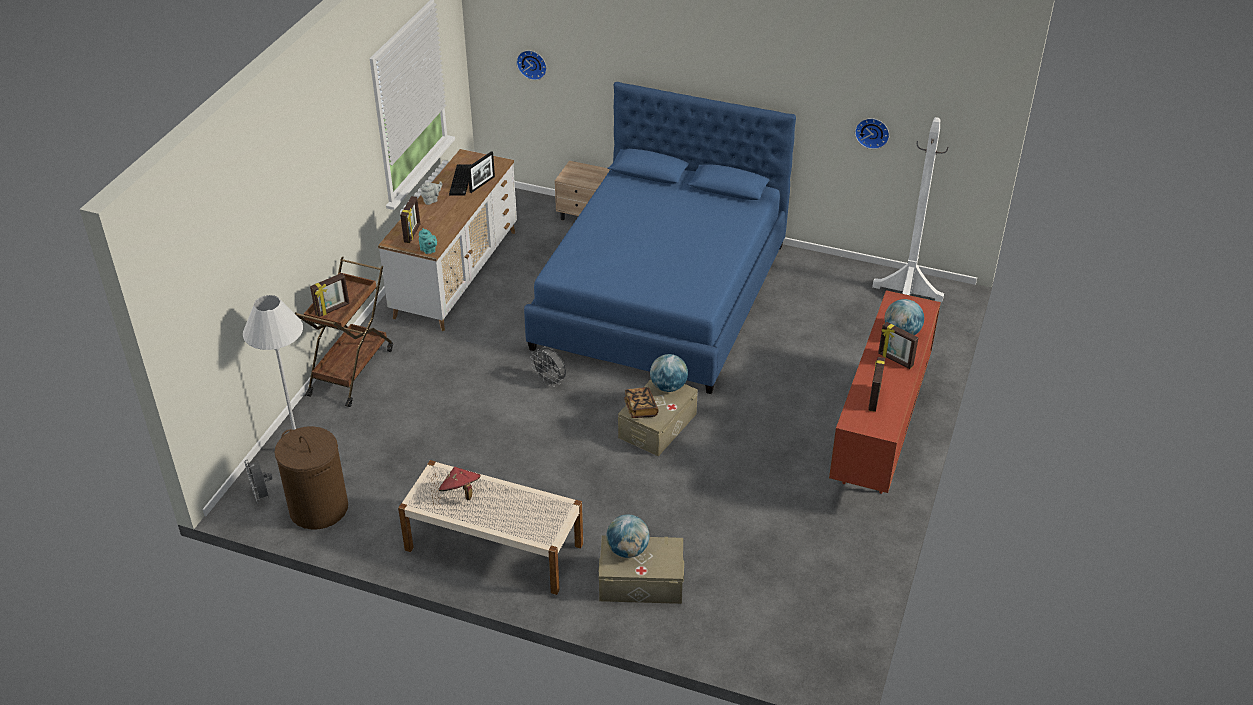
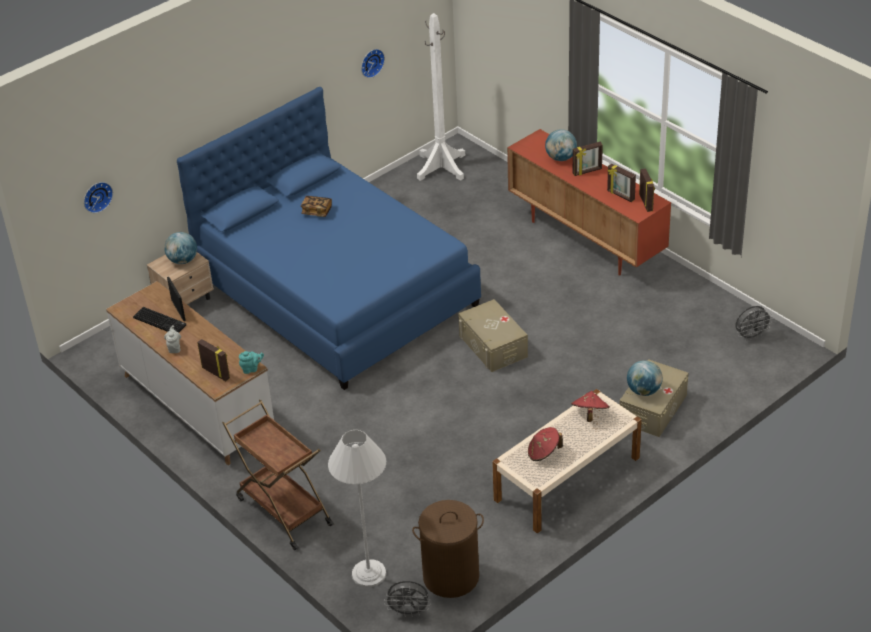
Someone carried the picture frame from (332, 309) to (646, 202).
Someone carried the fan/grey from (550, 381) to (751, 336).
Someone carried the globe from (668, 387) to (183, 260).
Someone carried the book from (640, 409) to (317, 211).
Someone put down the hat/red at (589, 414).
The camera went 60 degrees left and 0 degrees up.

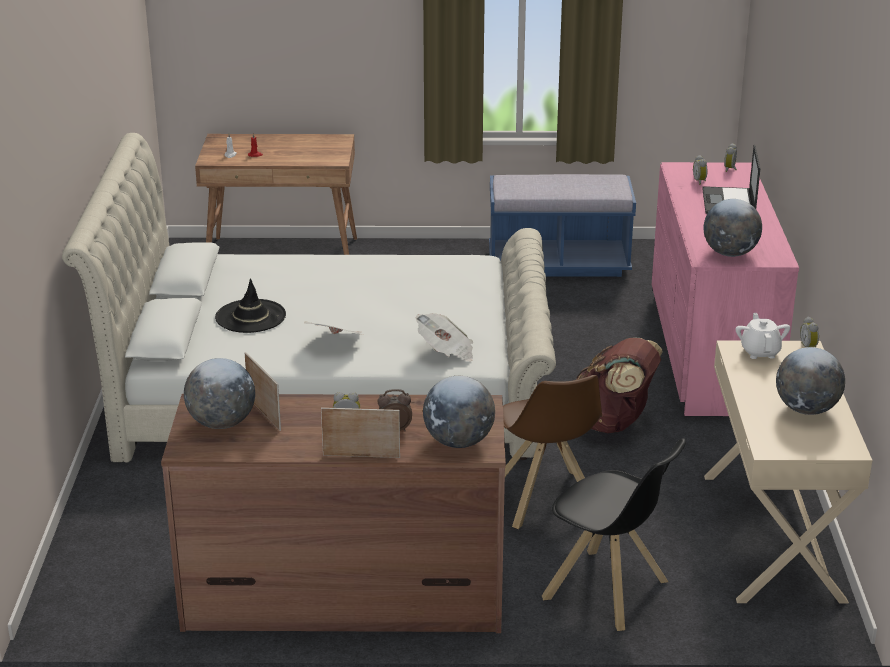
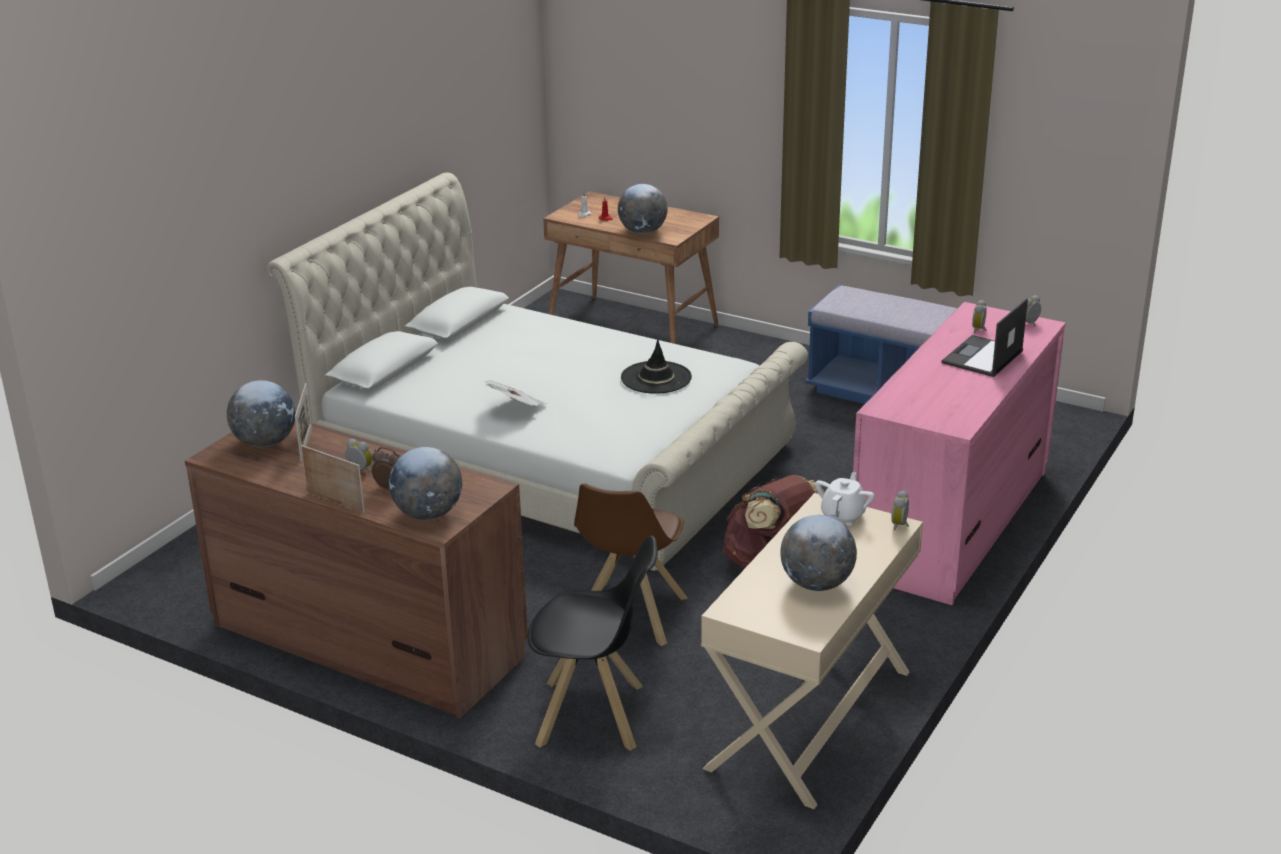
Someone carried the globe from (730, 253) to (642, 232).
Someone carried the hat/black from (250, 316) to (656, 378).
Someone took away the newspaper at (446, 351).
Someone rotated the chair/black at (608, 591) by 60 degrees counterclockwise.
The camera went 30 degrees right and 0 degrees up.

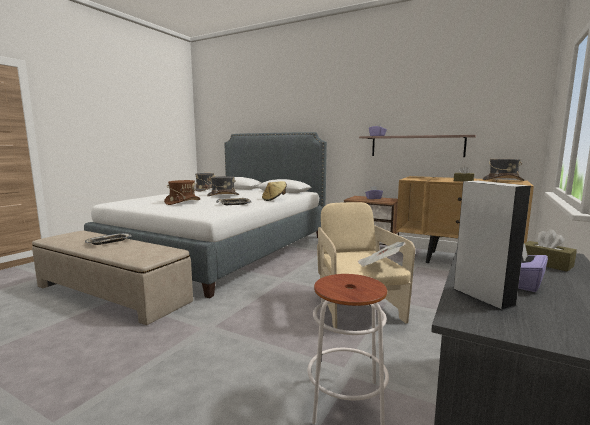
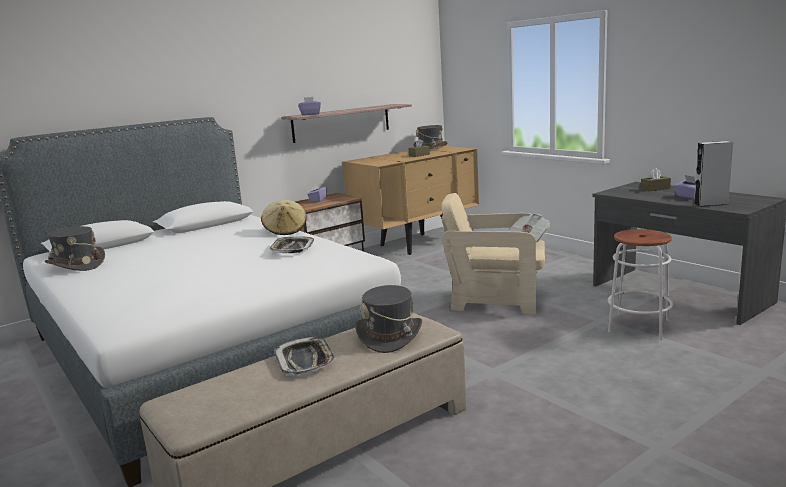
Someone carried the hat/grey from (223, 195) to (390, 336).
Someone took away the hat/brown at (182, 202).
The camera went 65 degrees left and 5 degrees up.

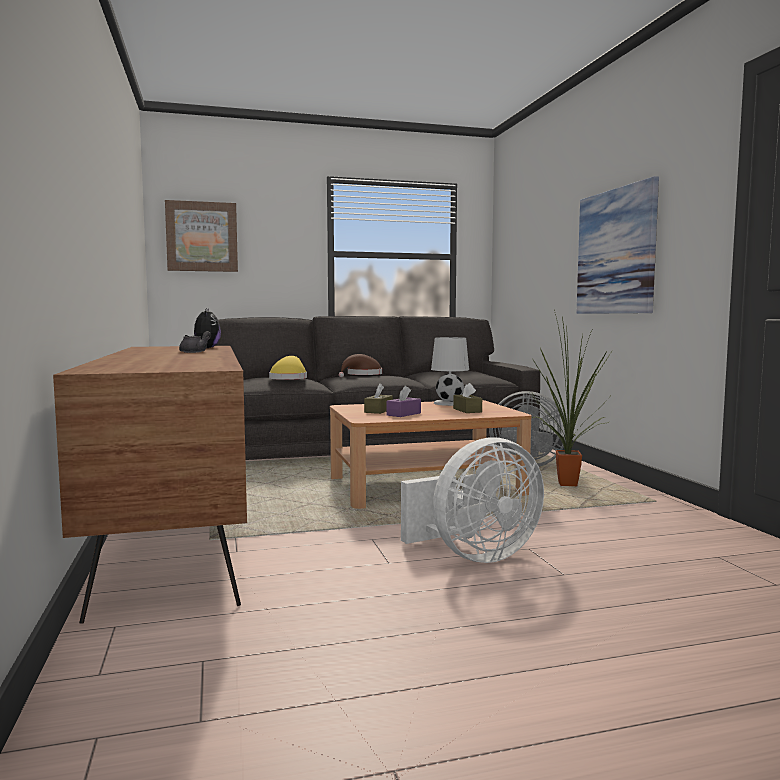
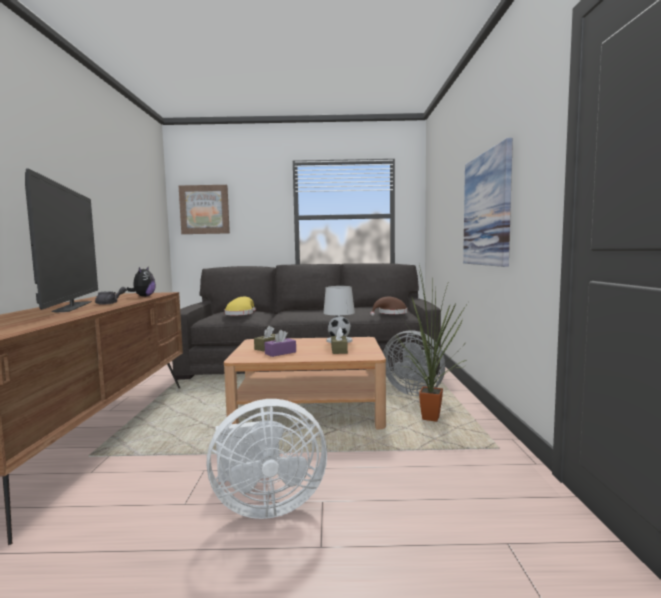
Someone carried the hat/brown from (362, 375) to (390, 313).
Someone put down the television at (73, 307).
The camera went 15 degrees right and 0 degrees up.

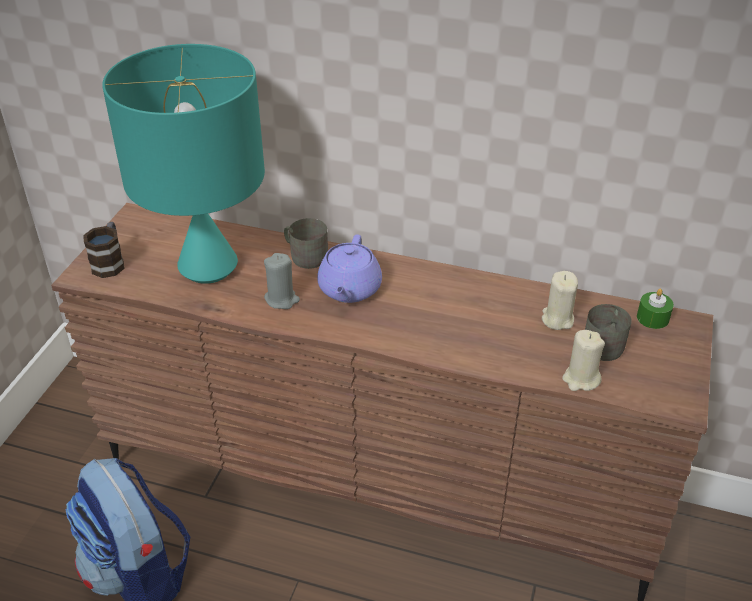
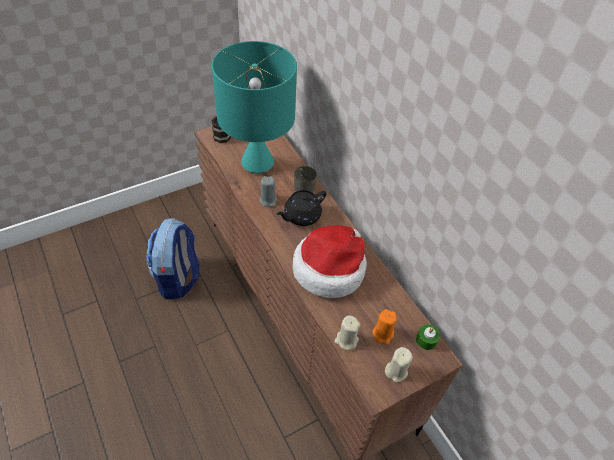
Someone repainted the teapot/purple at (349, 289), which became the teapot/black at (301, 216).
Someone carried the candle/beige from (557, 319) to (396, 371).
Someone swapped the mug/grey at (606, 344) for the candle/orange at (383, 334).
Someone put down the hat at (329, 268).
The camera went 40 degrees right and 10 degrees up.

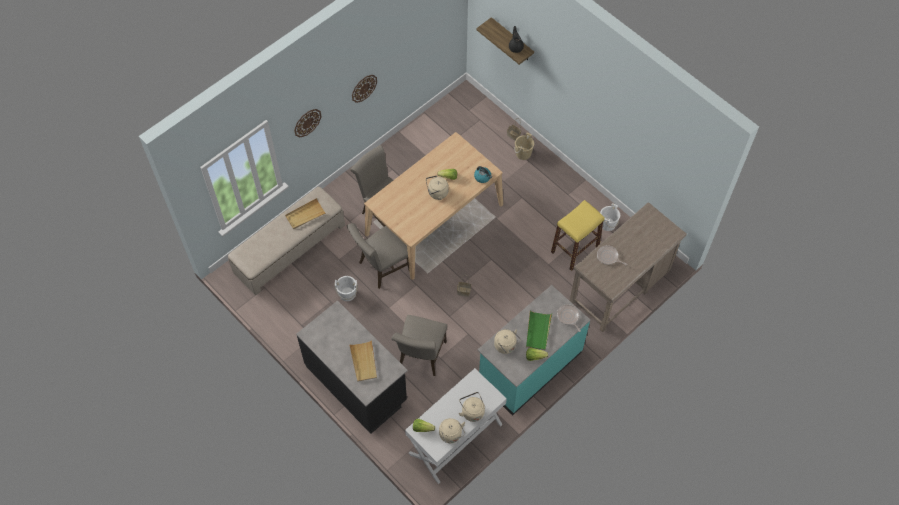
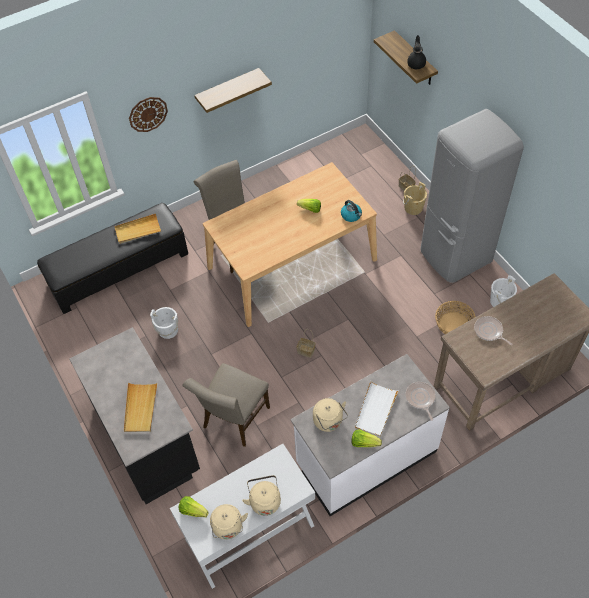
Someone swapped the wall clock at (364, 88) for the shelf at (228, 90).
Someone took away the kettle/beige at (437, 193).
Someone repainted the bench/beige at (289, 247), which became the bench/black at (119, 268).
Someone swapped the stool/yellow at (575, 249) for the basket at (453, 324).
Someone took away the chair/beige at (381, 268).
Someone repainted the counter/turquoise at (529, 366), which became the counter/white at (365, 457).
Someone repainted the tray/green at (538, 331), which became the tray/white at (376, 410).
Someone put down the fridge/grey at (454, 256).
The camera went 15 degrees right and 5 degrees down.

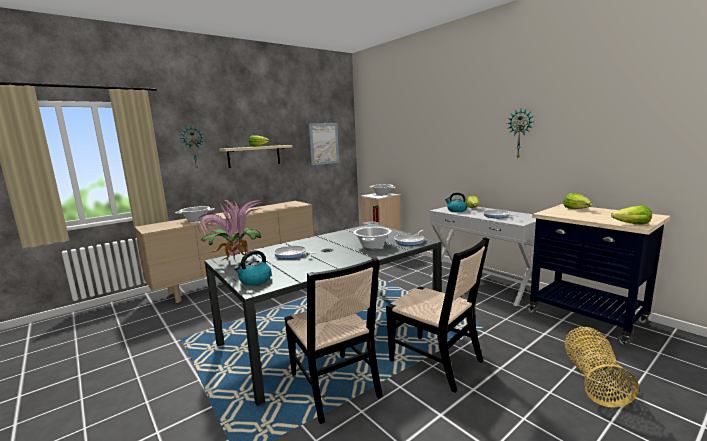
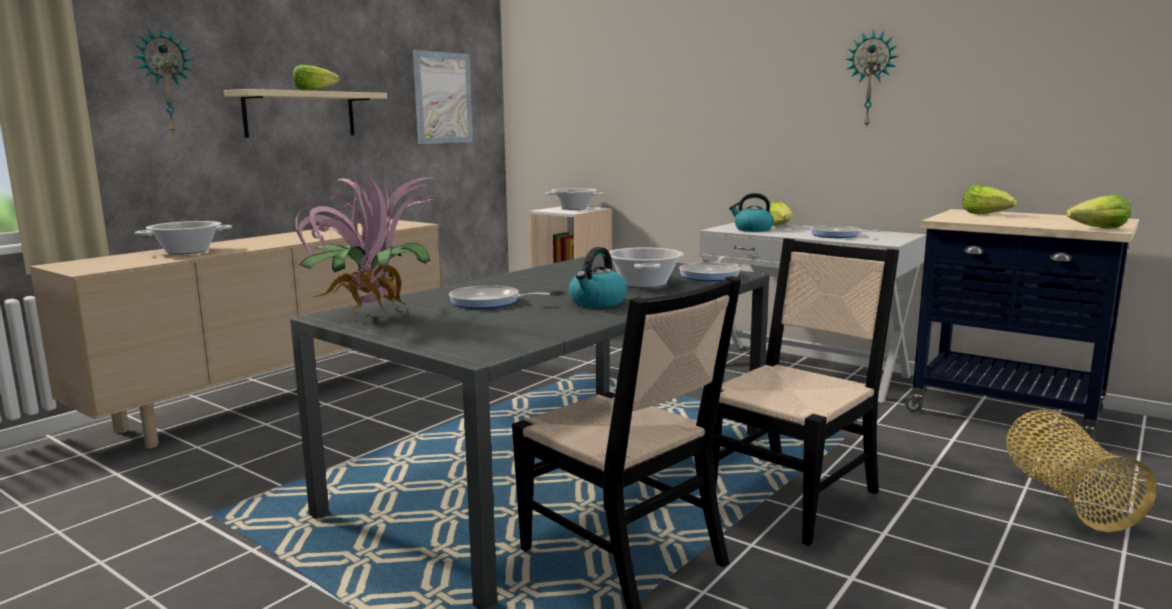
Someone rotated the chair at (435, 361) by 75 degrees counterclockwise.
Someone carried the kettle from (255, 280) to (597, 302).
The camera went 15 degrees left and 0 degrees up.

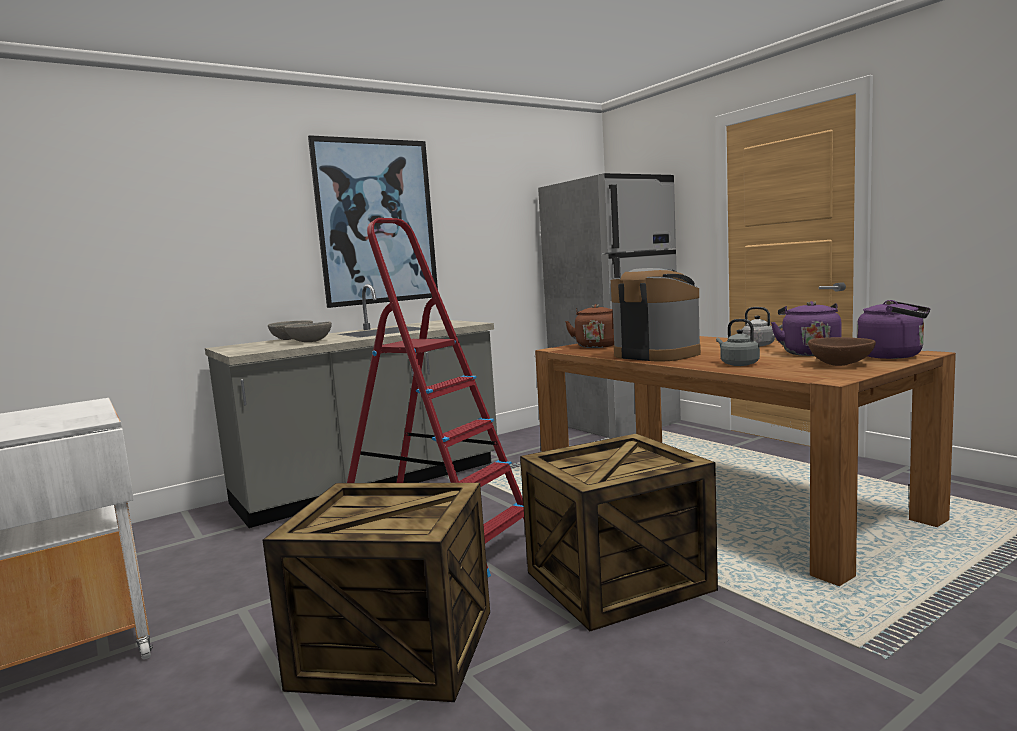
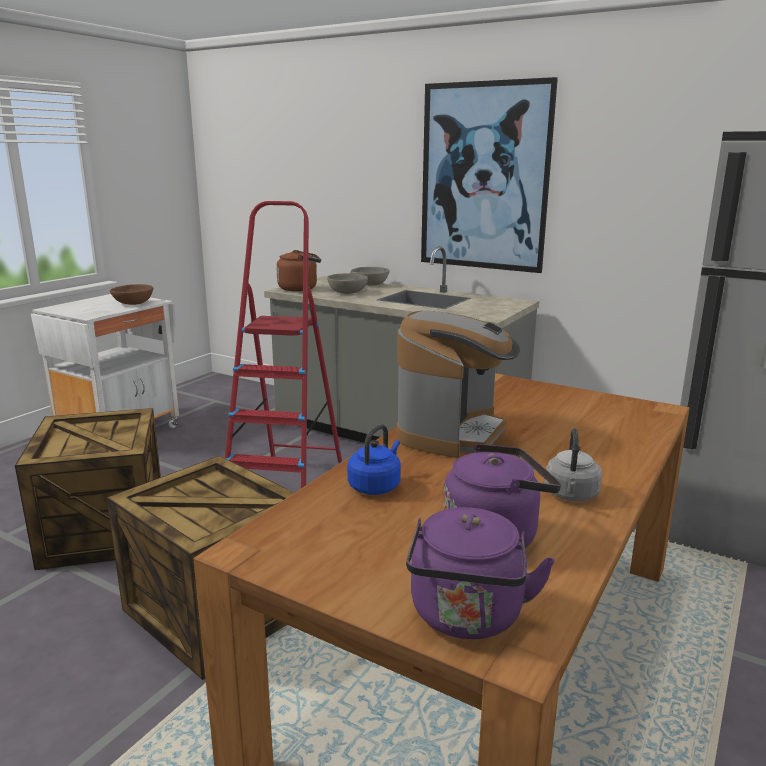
Someone carried the kettle/brown from (596, 346) to (300, 288).
Someone repainted the kettle/grey at (737, 364), which became the kettle/blue at (376, 486).
Someone carried the bowl/brown from (840, 364) to (133, 304).
The camera went 65 degrees right and 10 degrees up.

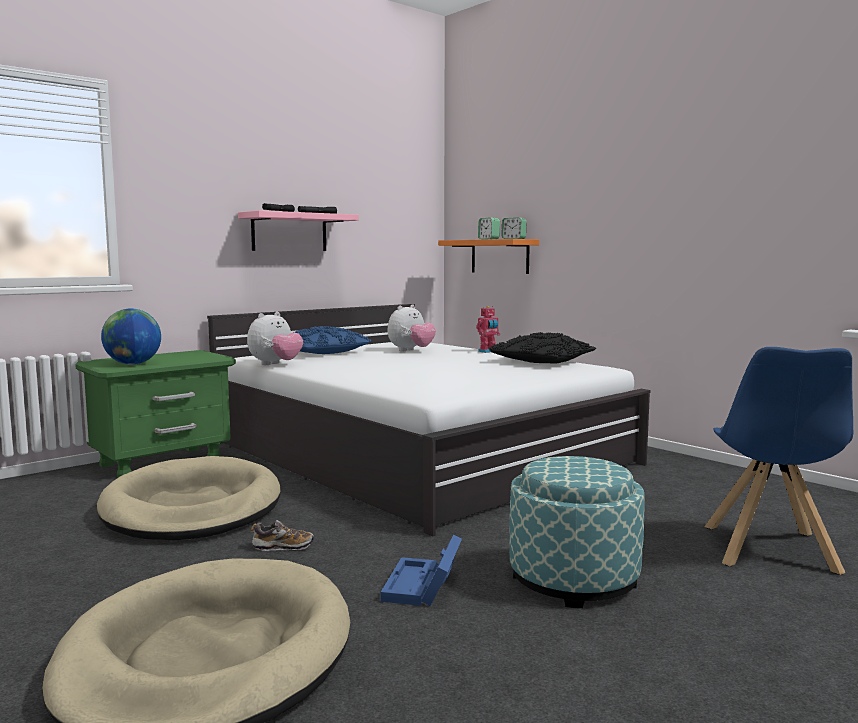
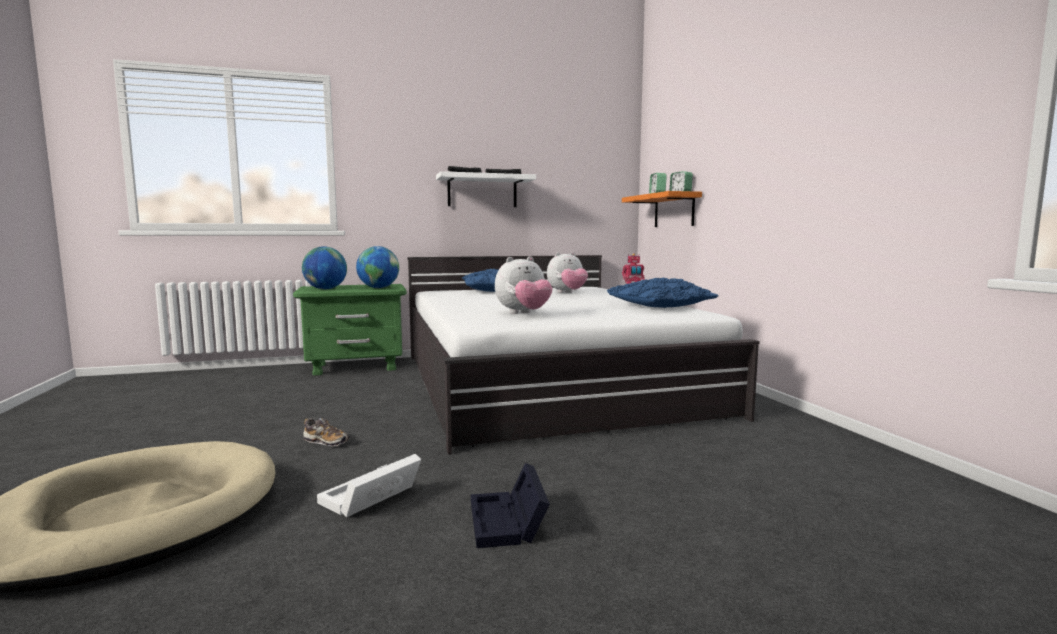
Someone repainted the shelf/pink at (289, 232), which became the shelf/white at (482, 191).
Someone carried the plush toy from (275, 364) to (523, 313).
Someone repainted the pillow/black at (542, 362), which became the pillow/blue at (660, 306).
Someone took away the chair/blue at (771, 552).
Someone took away the dog bed/beige at (192, 507).
Someone swapped the ottoman at (574, 579) for the storage box/black at (508, 523).
Someone repainted the storage box/blue at (423, 587), which became the storage box/white at (369, 498).
Someone put down the globe at (378, 288).
The camera went 25 degrees right and 0 degrees up.

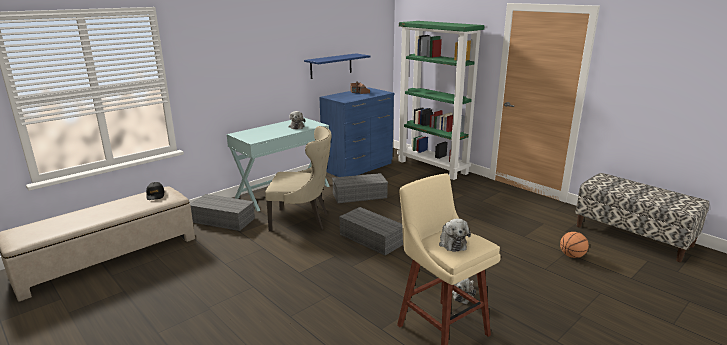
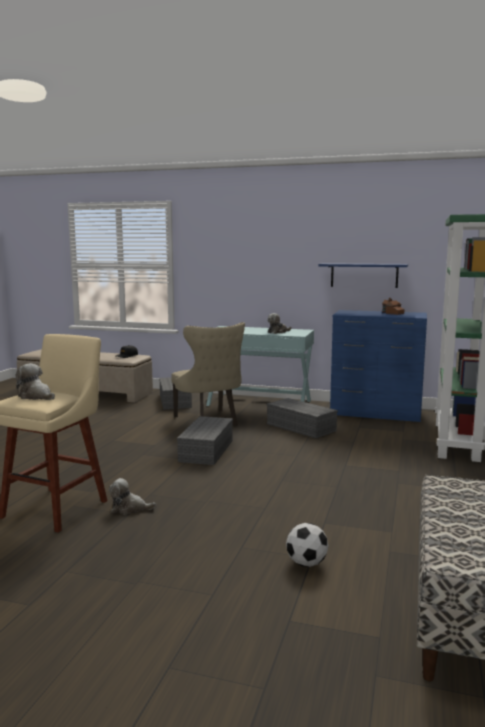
Someone rotated the plush toy at (452, 243) by 75 degrees clockwise.
Someone swapped the basketball at (572, 256) for the football at (306, 563).
The camera went 60 degrees right and 10 degrees down.

